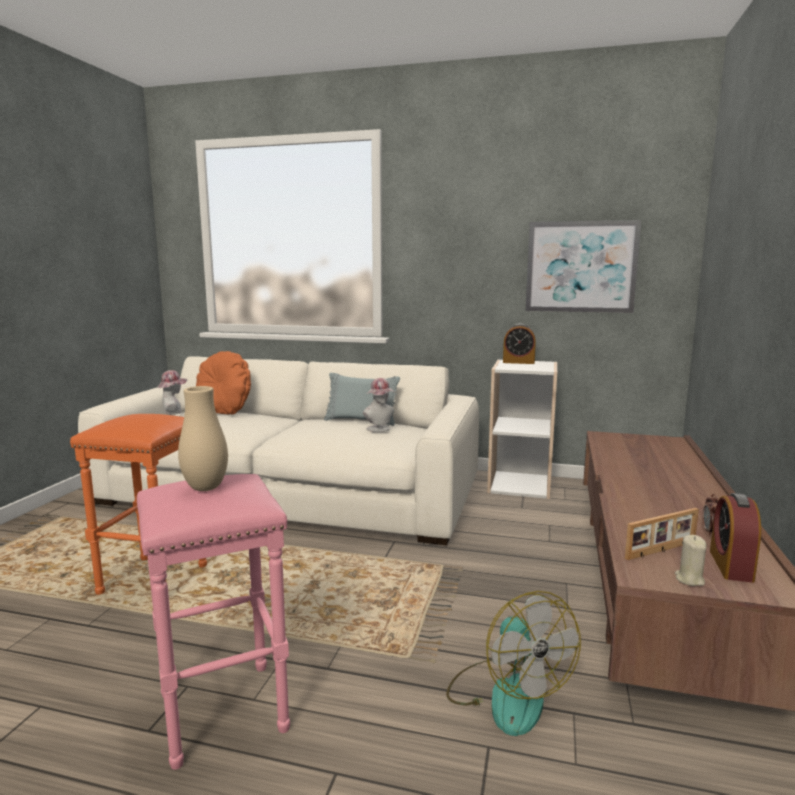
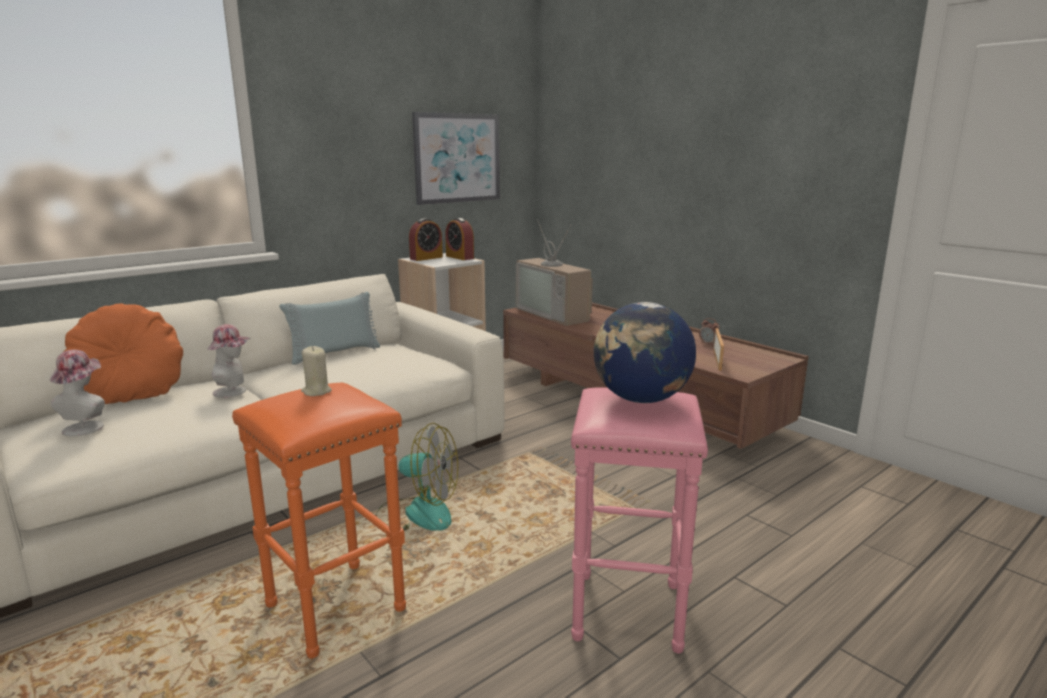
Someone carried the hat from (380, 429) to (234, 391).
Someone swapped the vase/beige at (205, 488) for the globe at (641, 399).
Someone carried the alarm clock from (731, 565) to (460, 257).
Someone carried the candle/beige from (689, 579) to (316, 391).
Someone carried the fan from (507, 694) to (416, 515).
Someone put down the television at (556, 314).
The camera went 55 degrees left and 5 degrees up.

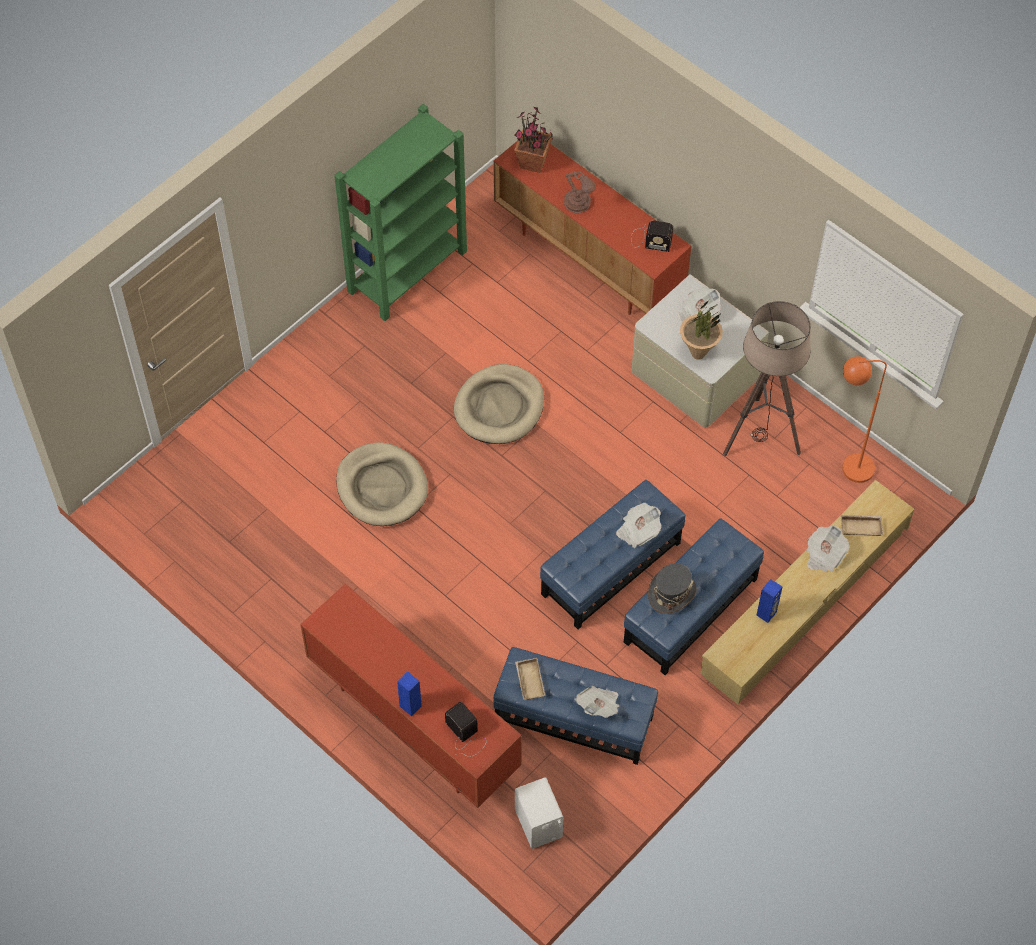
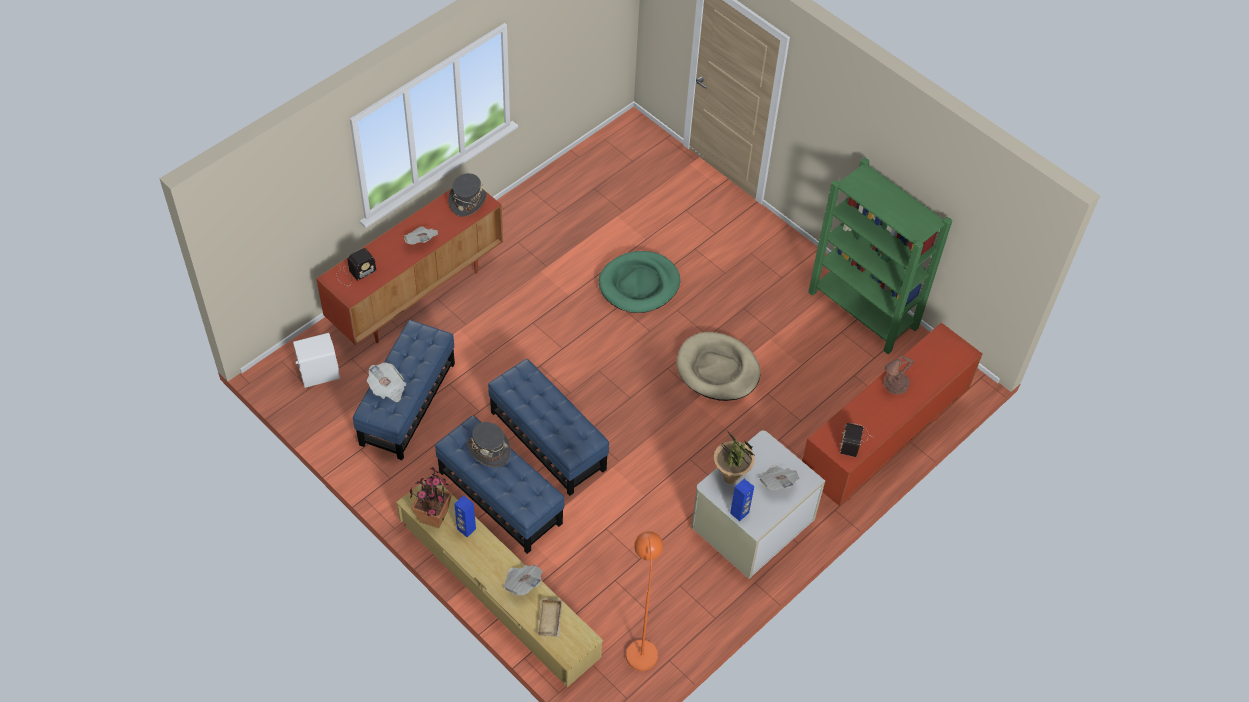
Someone carried the potted plant from (533, 163) to (433, 516).
Someone took away the floor lamp at (760, 436).
Someone repainted the dog bed/beige at (382, 487), which became the dog bed/green at (639, 284).
Someone carried the newspaper from (638, 531) to (421, 241).
Someone took away the tray/beige at (528, 680).
Someone carried the speaker/blue from (410, 706) to (739, 513).
Someone put down the hat/grey at (467, 201).
The camera went 90 degrees right and 5 degrees down.

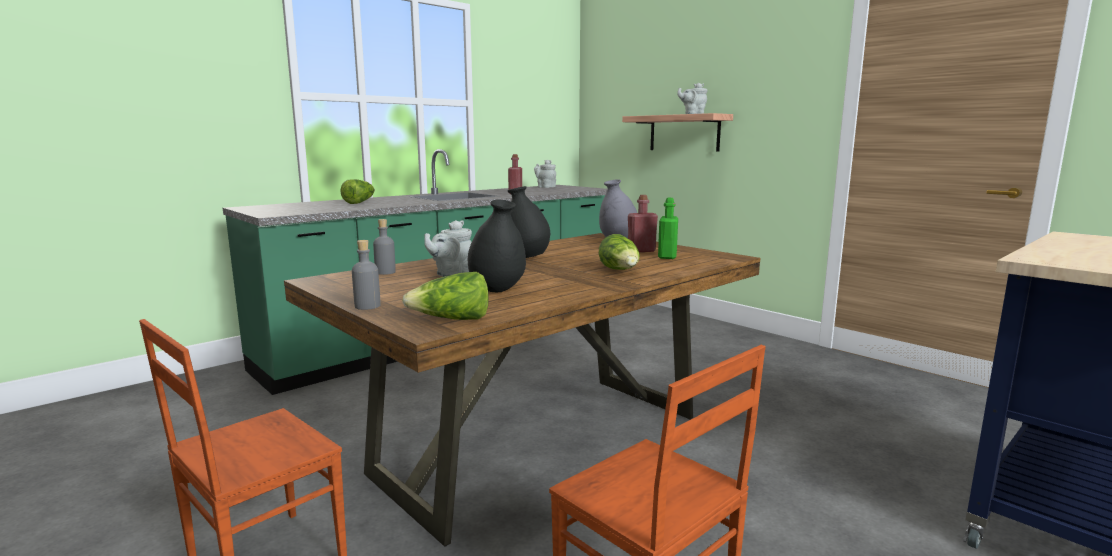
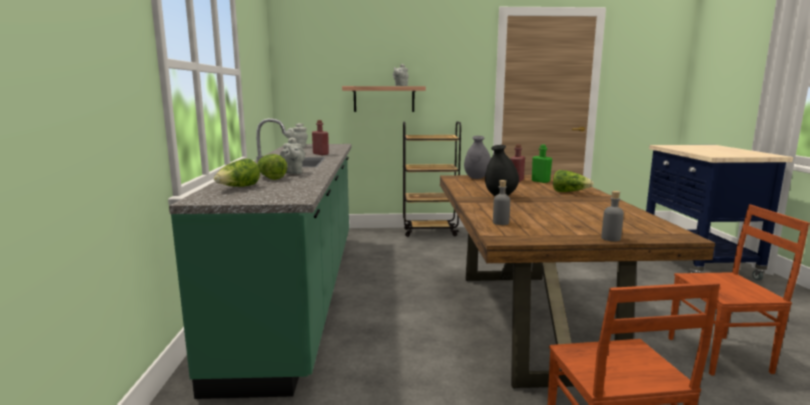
Someone took away the vase/black at (497, 290).
Someone carried the teapot/grey from (451, 274) to (293, 173).
Someone carried the lettuce from (452, 320) to (238, 187).
Someone put down the cart/brown at (430, 232).
The camera went 50 degrees left and 0 degrees up.

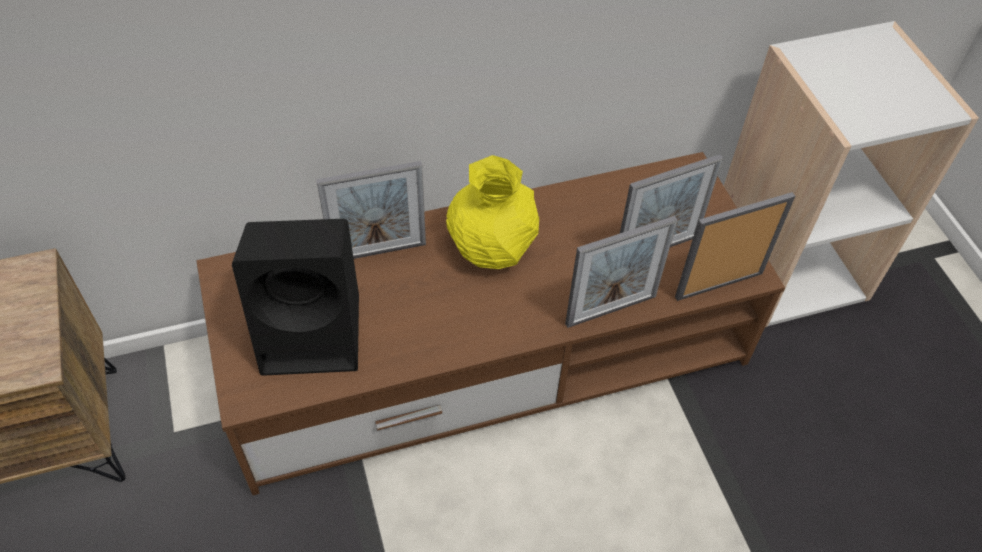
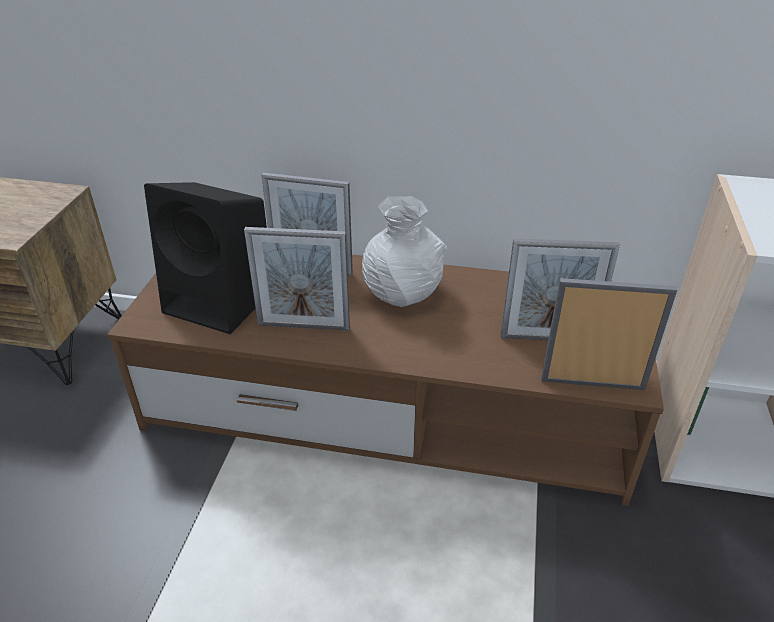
Someone repainted the vase/yellow at (491, 246), which became the vase/white at (402, 292).
Someone carried the picture frame from (611, 310) to (303, 326).
The camera went 30 degrees right and 15 degrees down.

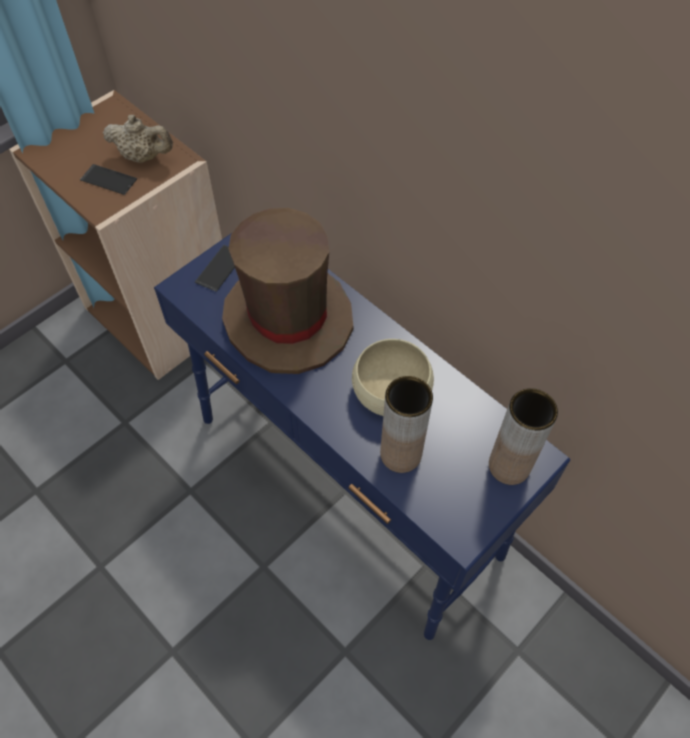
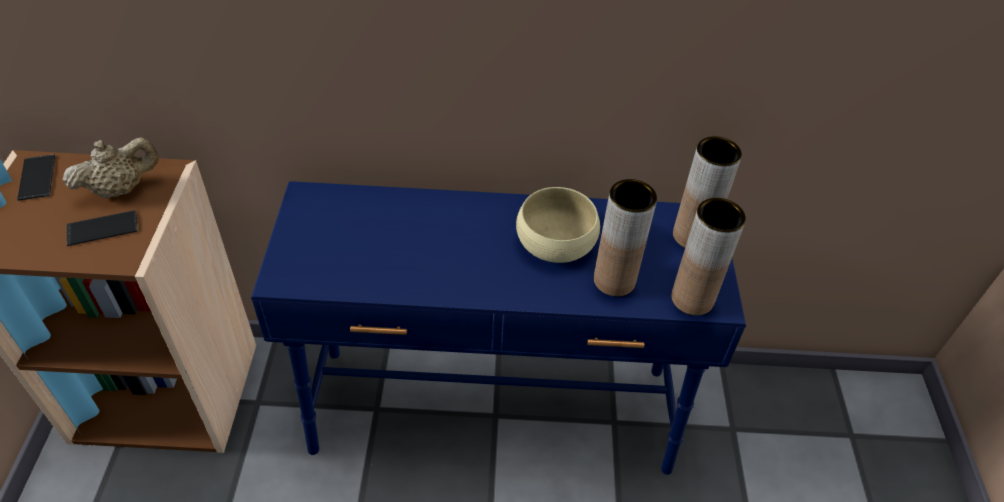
Someone took away the hat/brown at (288, 318).
Someone carried the phone from (220, 268) to (37, 177).
Someone put down the vase/brown at (692, 299).
The camera went 45 degrees left and 10 degrees down.

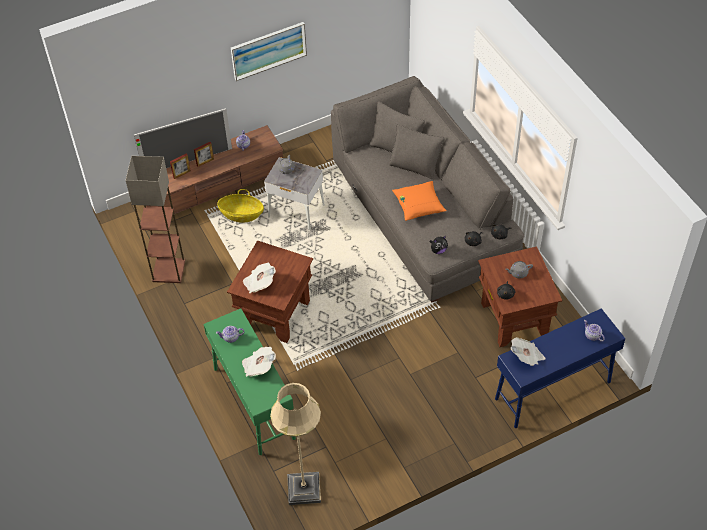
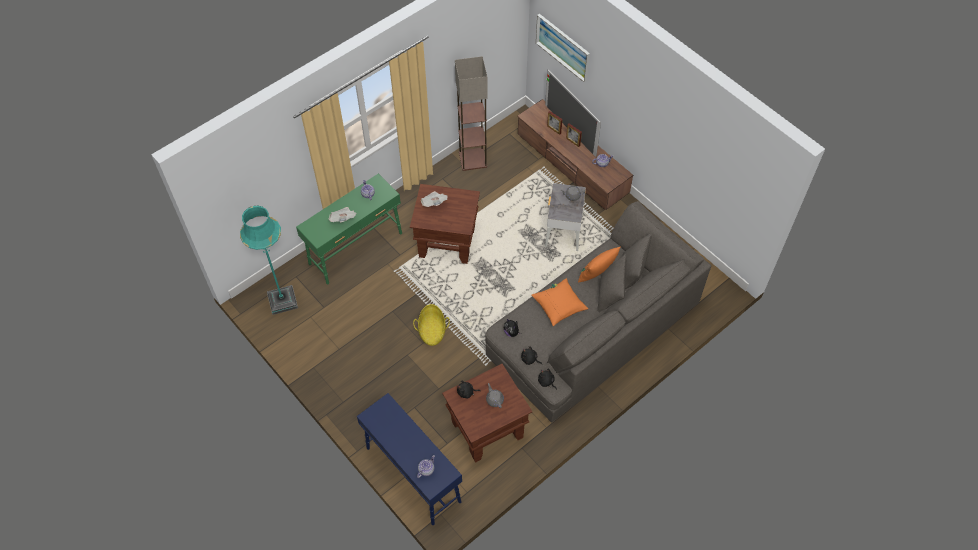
Someone carried the picture from (268, 50) to (563, 47).
Someone carried the basket from (241, 214) to (432, 331).
Someone took away the newspaper at (526, 357).
Someone repainted the floor lamp/beige at (304, 489), which became the floor lamp/turquoise at (282, 300).
Someone put down the pillow/orange at (597, 275).
The camera went 75 degrees right and 5 degrees up.

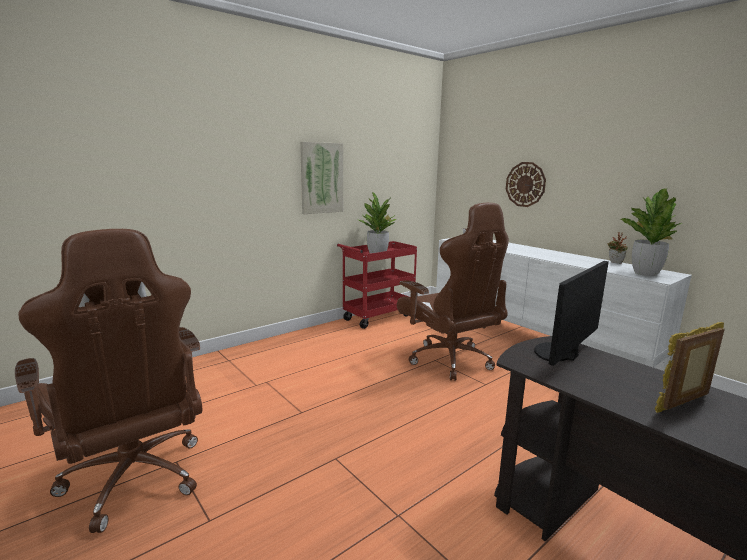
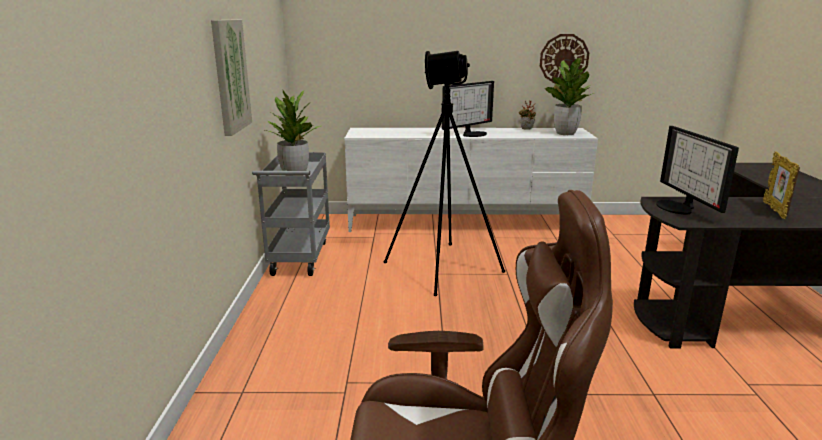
Someone carried the wall clock from (525, 184) to (564, 59).
Someone swapped the office chair/brown at (446, 358) for the floor lamp/black at (442, 268).
Someone repainted the cart/red at (376, 318), which became the cart/grey at (300, 259).
Someone put down the monitor at (473, 134).
The camera went 50 degrees left and 5 degrees up.

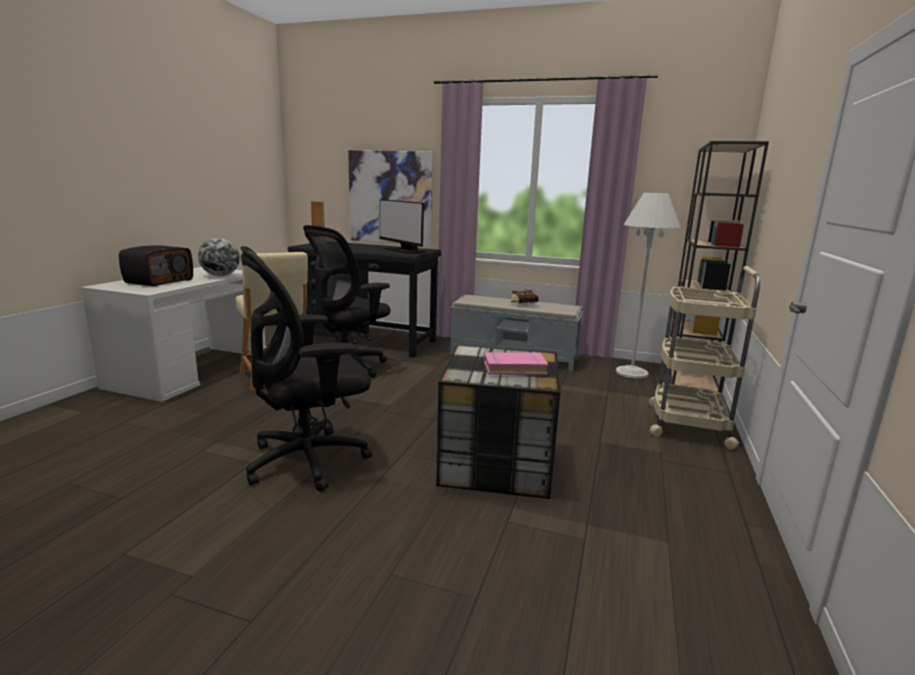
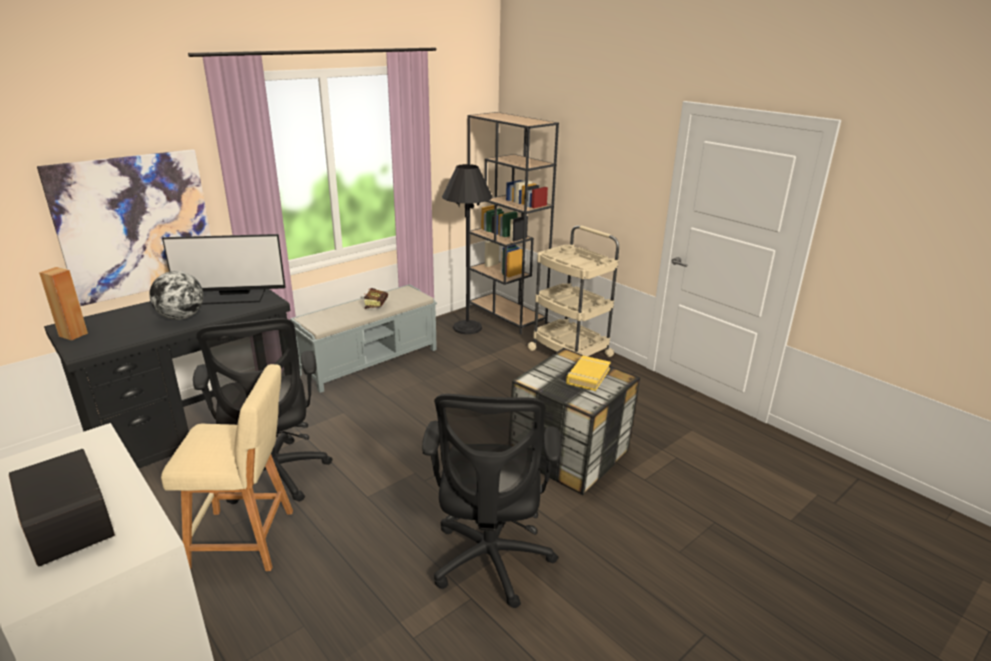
Someone repainted the floor lamp/white at (631, 373), which became the floor lamp/black at (467, 327).
Someone carried the globe from (221, 276) to (181, 317).
Someone repainted the book/pink at (514, 368), which became the book/yellow at (587, 376).
The camera went 60 degrees left and 10 degrees up.

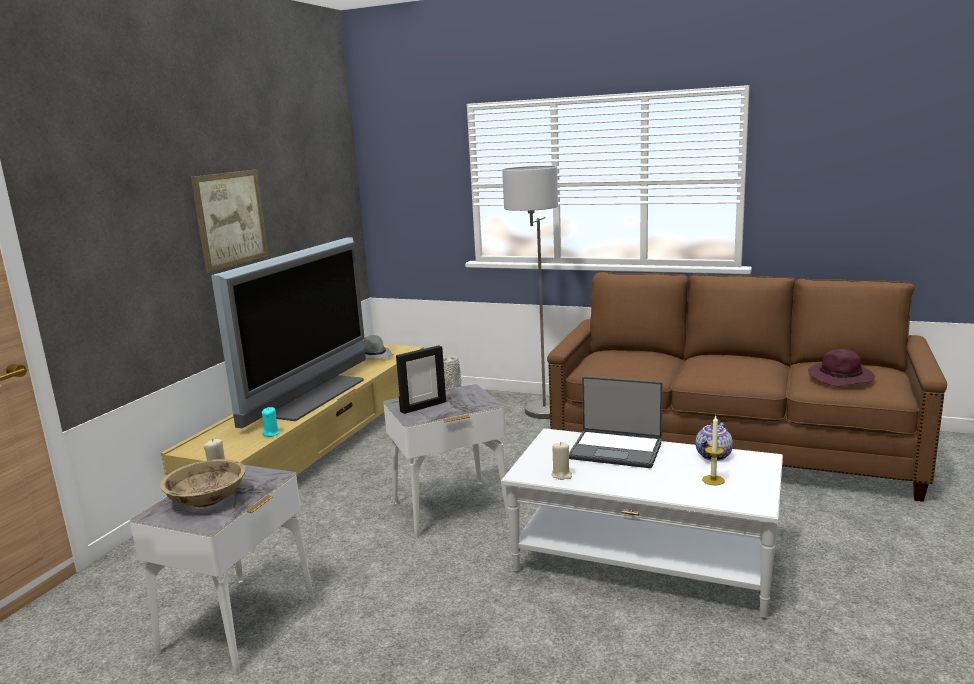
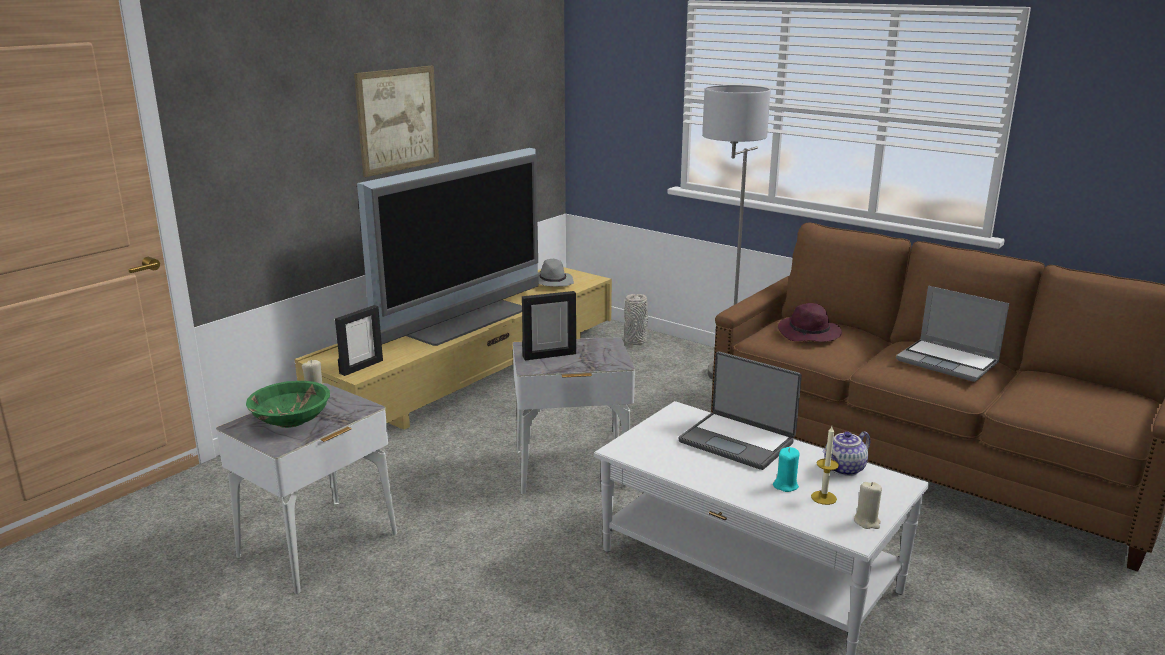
Someone carried the hat/purple from (841, 378) to (809, 334).
Someone carried the candle/turquoise from (271, 433) to (785, 485).
Someone carried the candle/beige from (561, 475) to (867, 522).
Someone repainted the bowl/beige at (207, 499), which became the bowl/green at (291, 420).
Someone put down the laptop at (948, 362).
Someone put down the picture frame at (361, 367).
The camera went 15 degrees right and 5 degrees up.

